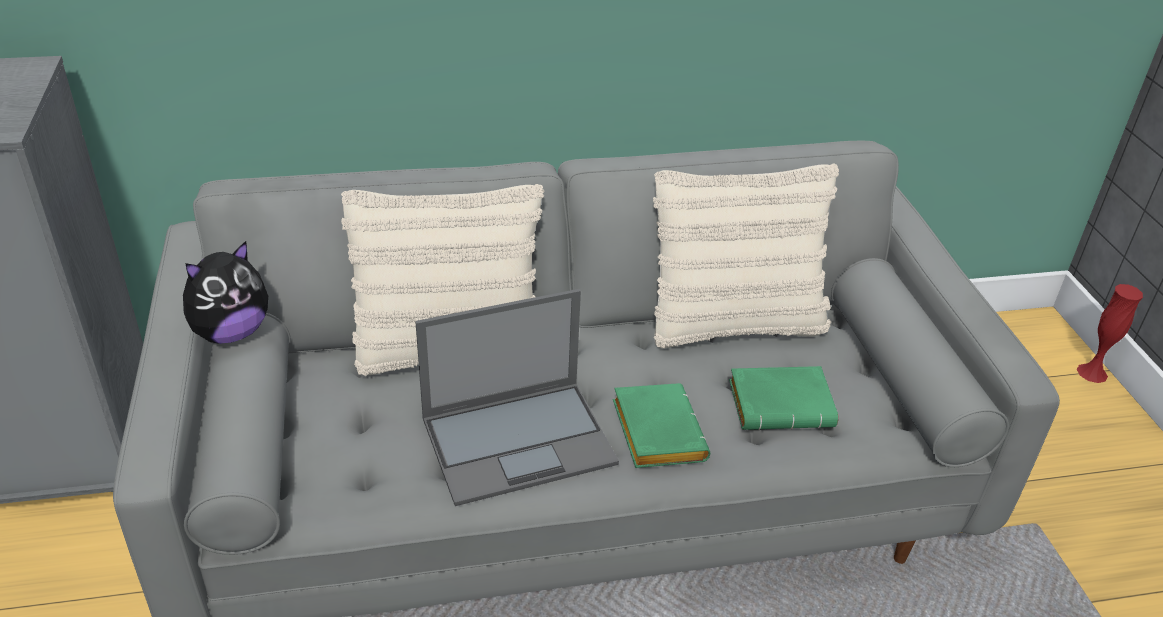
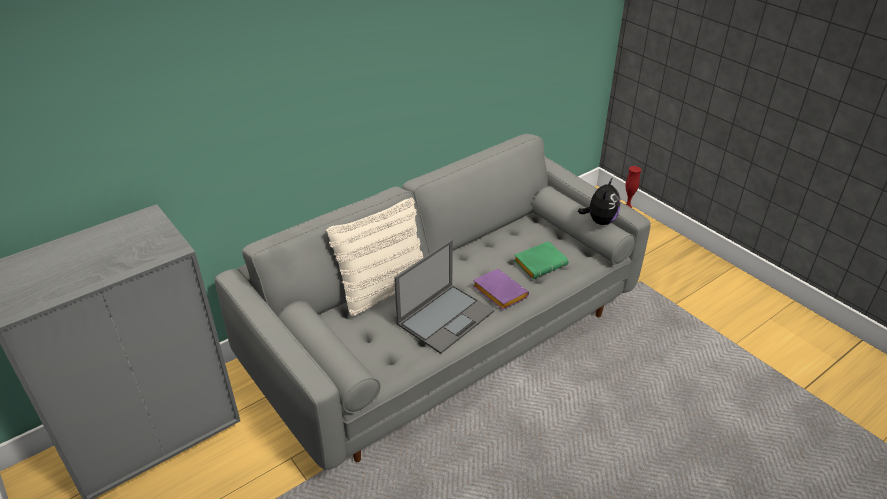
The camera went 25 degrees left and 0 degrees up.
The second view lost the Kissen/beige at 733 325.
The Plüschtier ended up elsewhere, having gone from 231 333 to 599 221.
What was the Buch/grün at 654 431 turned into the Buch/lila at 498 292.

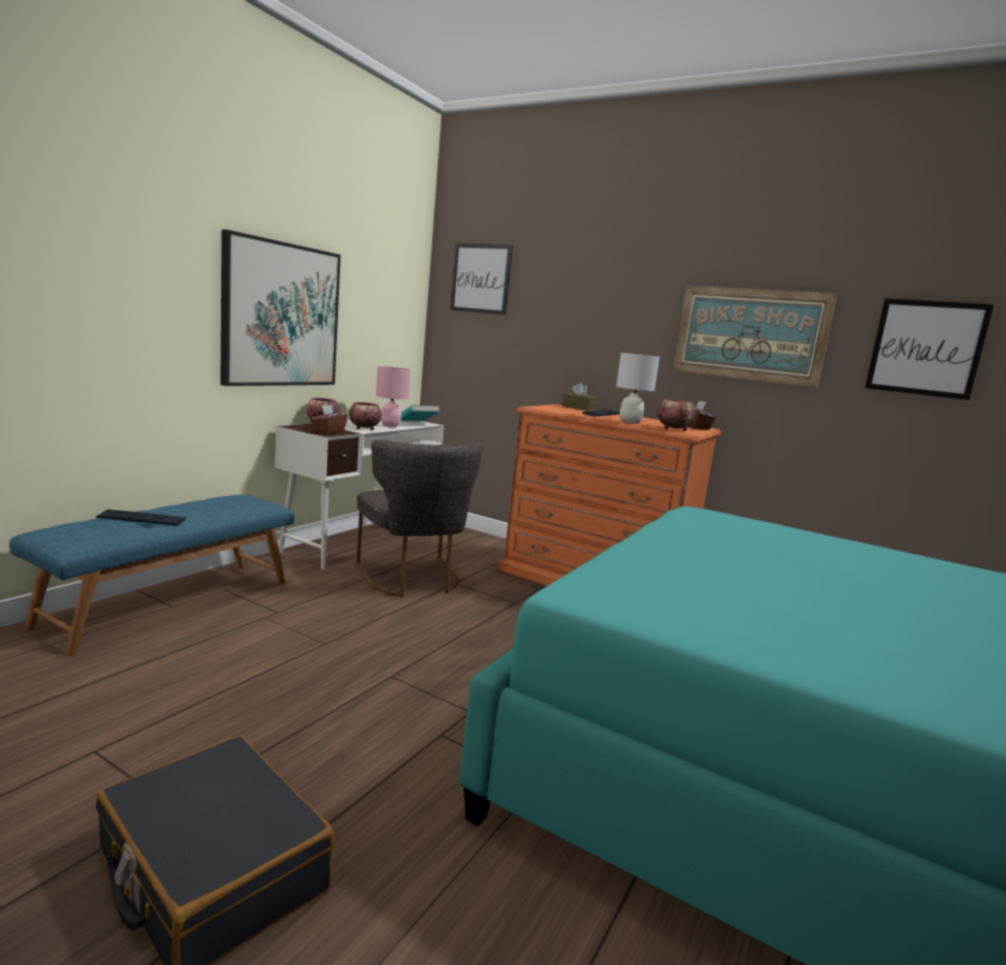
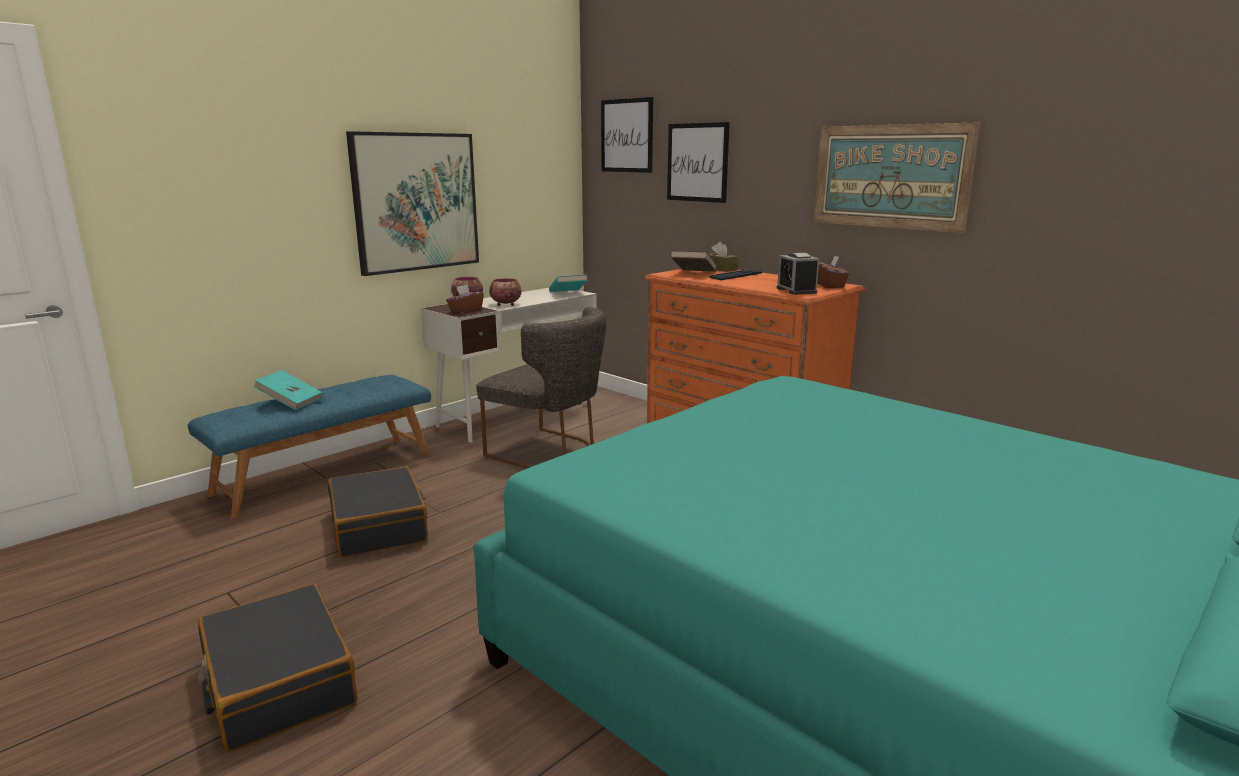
The camera went 15 degrees right and 5 degrees up.
The Bild ended up elsewhere, having gone from 926 348 to 697 162.
The second view lost the Tischlampe/grau at 630 422.
The second view lost the Tischlampe/rosa at 390 426.
Where the Schüssel stood at 674 429, the Wecker came to stand at 796 290.
The Stuhl/grau at 412 580 ended up facing another way, 45 degrees counterclockwise from before.
Where the Tastatur stood at 141 519, the Buch/türkis came to stand at 290 402.
The second view gained the Buch/braun at 693 273.
The second view gained the Koffer/schwarz at 379 526.

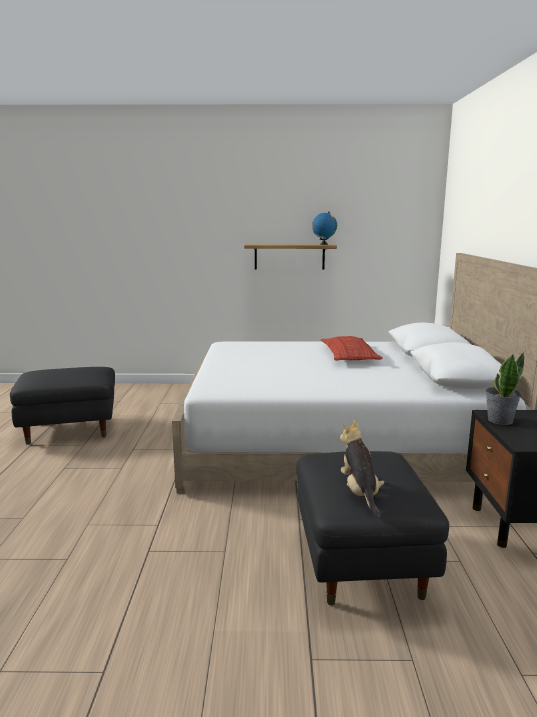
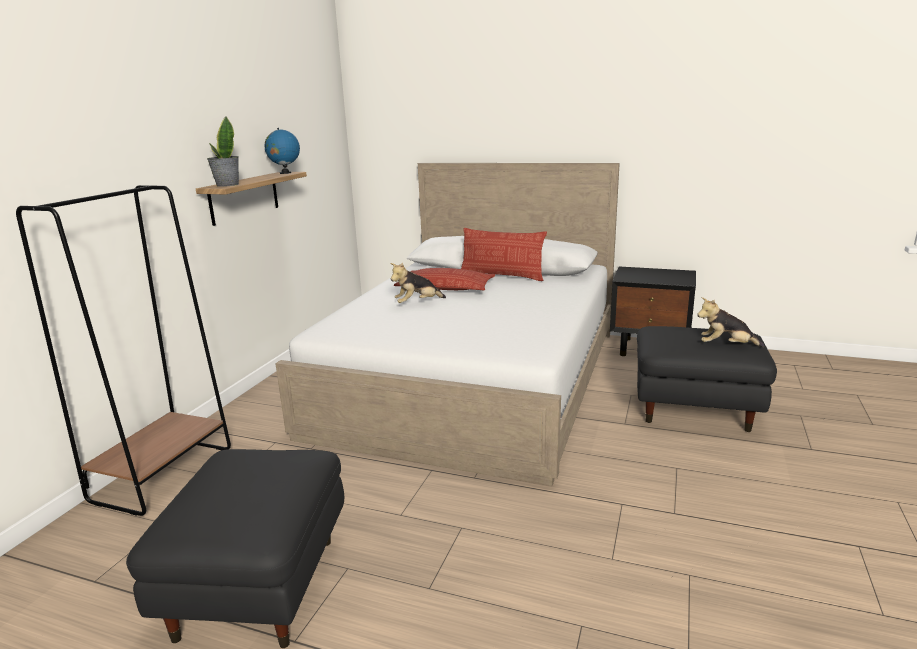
The camera went 70 degrees left and 5 degrees up.
The Topfpflanze ended up elsewhere, having gone from 499 420 to 227 185.
The second view gained the Kleiderständer at 163 475.
The second view gained the Kissen at 502 276.
The second view gained the Plüschtier at 417 303.

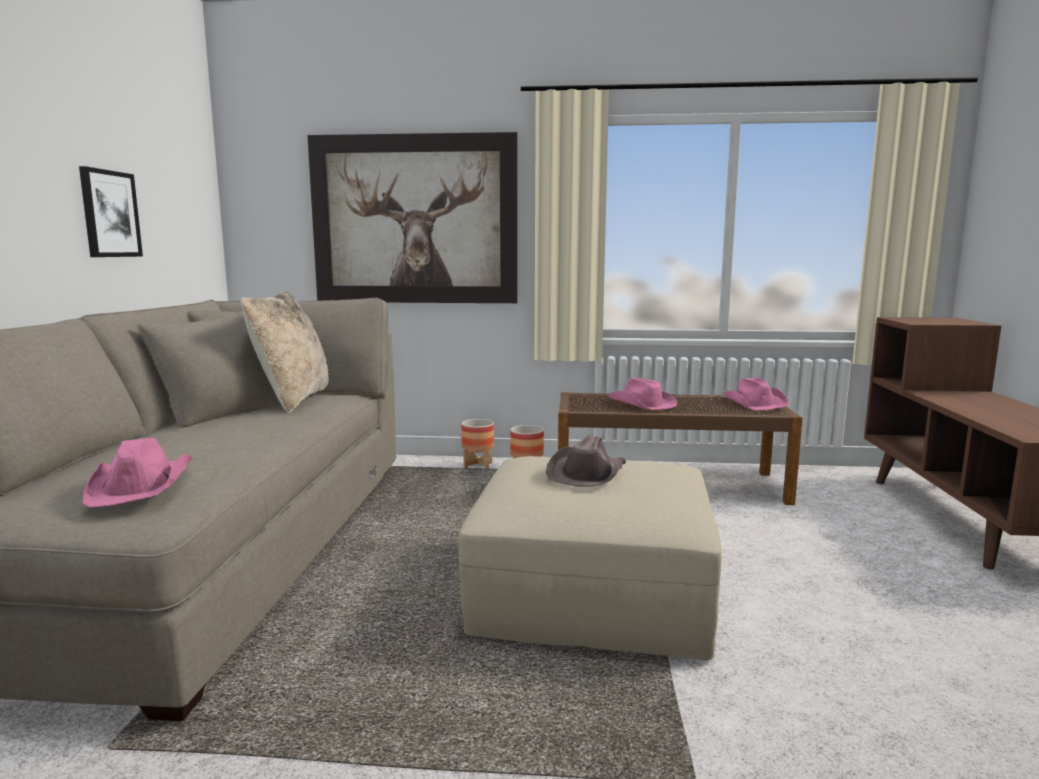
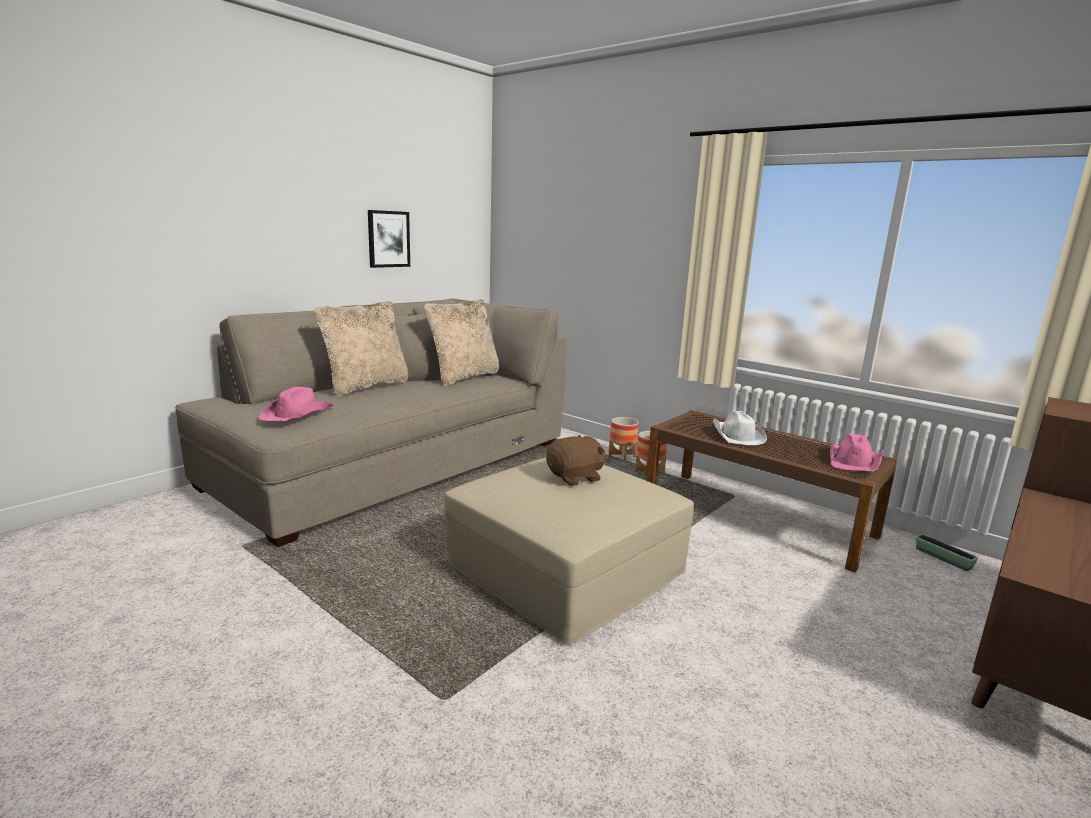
The camera went 35 degrees right and 5 degrees up.
The second view lost the Bild at 414 220.
What was the Hut/rosa at 641 404 turned into the Hut/weiß at 736 436.
Where the Hut/braun stood at 586 473, the Plüschtier/braun came to stand at 575 477.
The second view gained the Kissen/beige at 367 387.
The second view gained the Pflanzkübel at 943 559.

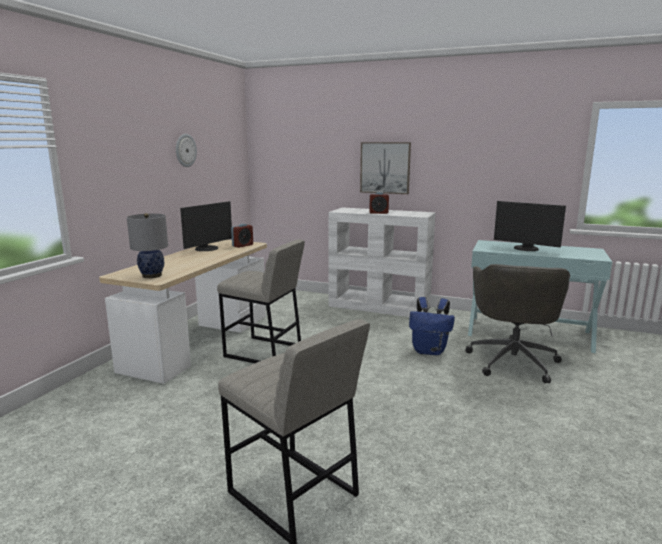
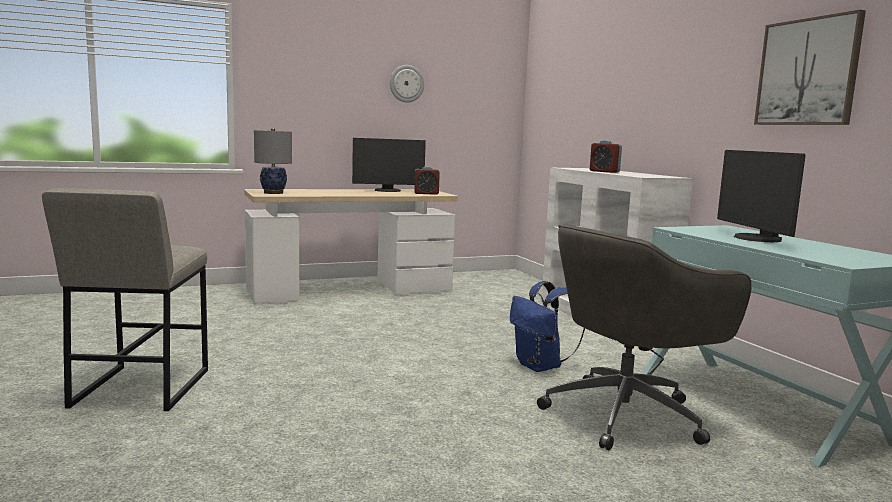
The camera went 45 degrees right and 5 degrees down.
The Bild ended up elsewhere, having gone from 385 167 to 807 72.
The second view lost the Stuhl/grau at 265 352.

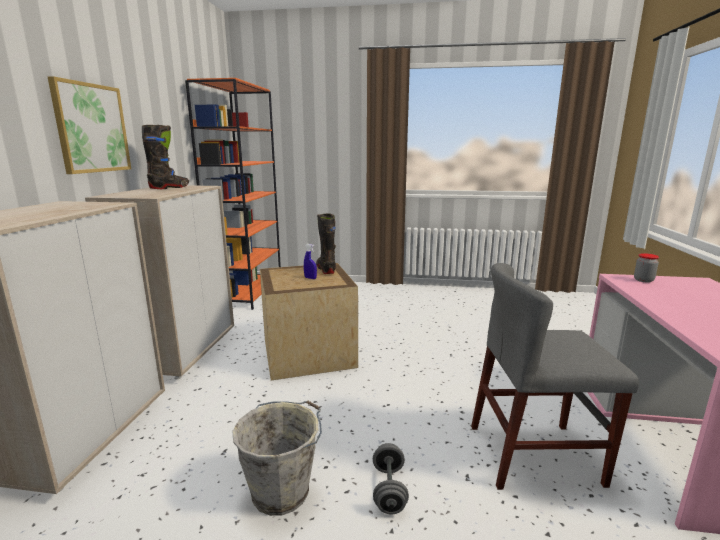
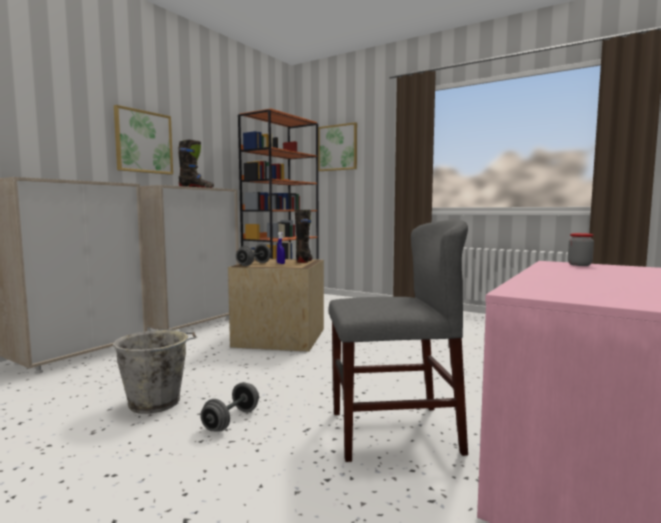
The camera went 25 degrees right and 10 degrees down.
The Stuhl/grau at 534 454 ended up facing another way, 150 degrees clockwise from before.
The second view gained the Bild at 337 147.
The second view gained the Hantel/grau at 254 264.

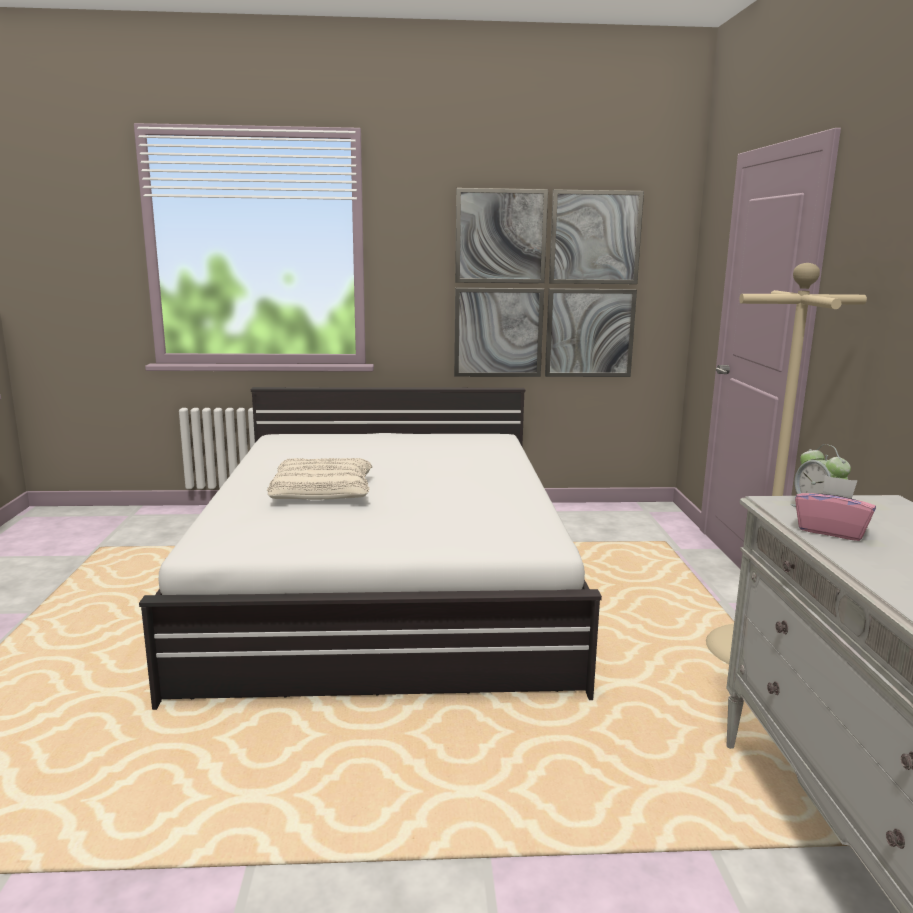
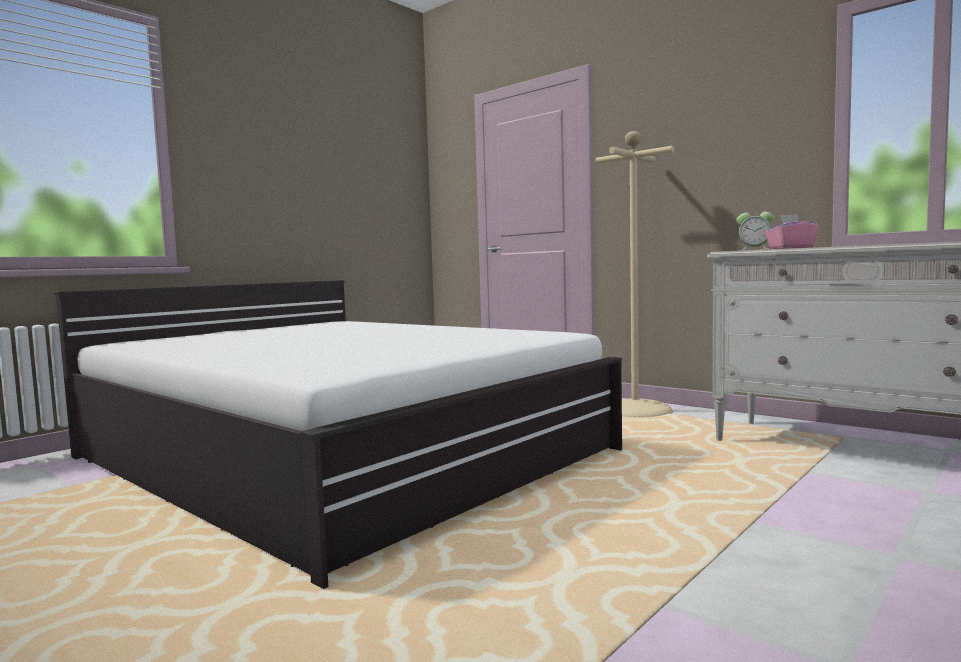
The camera went 45 degrees left and 10 degrees down.
The second view lost the Bild at 546 285.
The second view lost the Kissen/beige at 322 492.

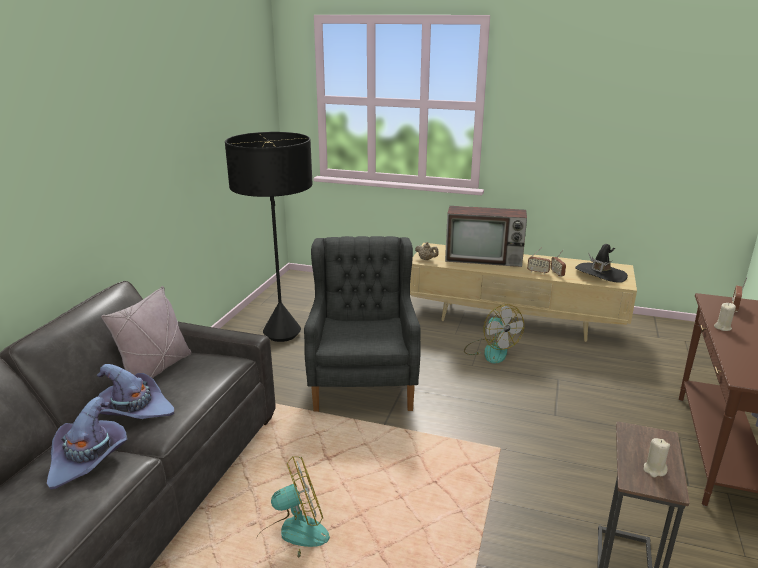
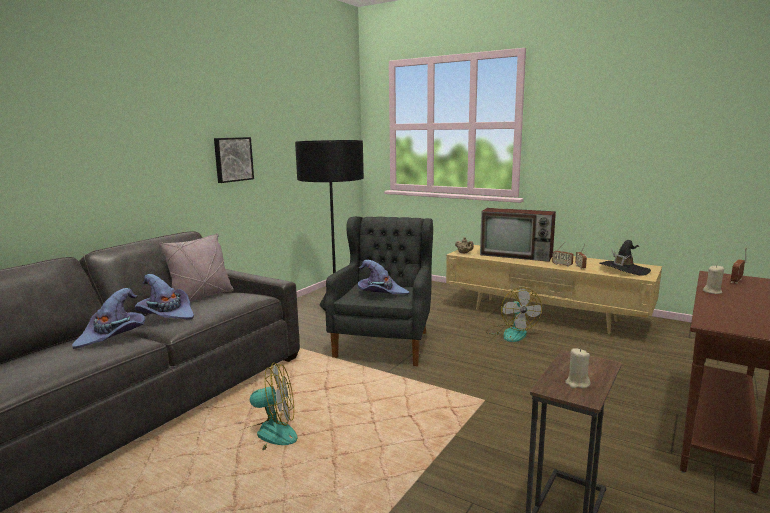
The camera went 15 degrees right and 10 degrees down.
The second view gained the Bild at 233 159.
The second view gained the Hut/lila at 381 293.

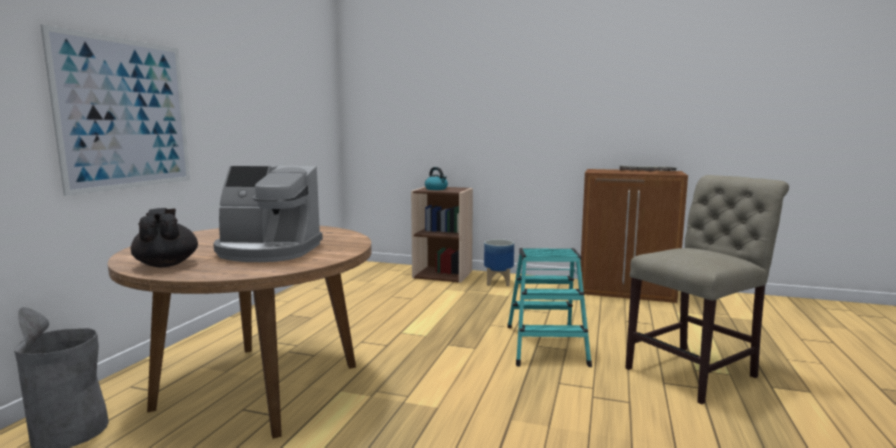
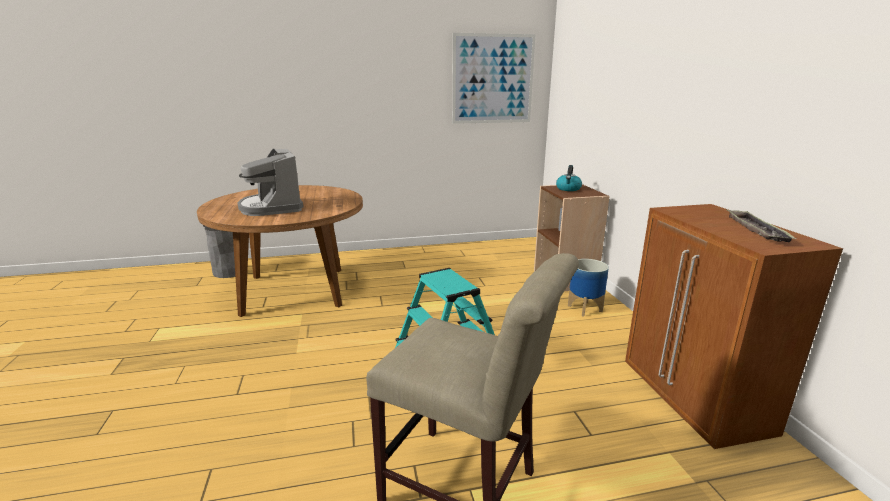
The camera went 60 degrees right and 10 degrees up.
The Bild ended up elsewhere, having gone from 126 114 to 493 79.
The second view lost the Teekanne/schwarz at 166 264.

